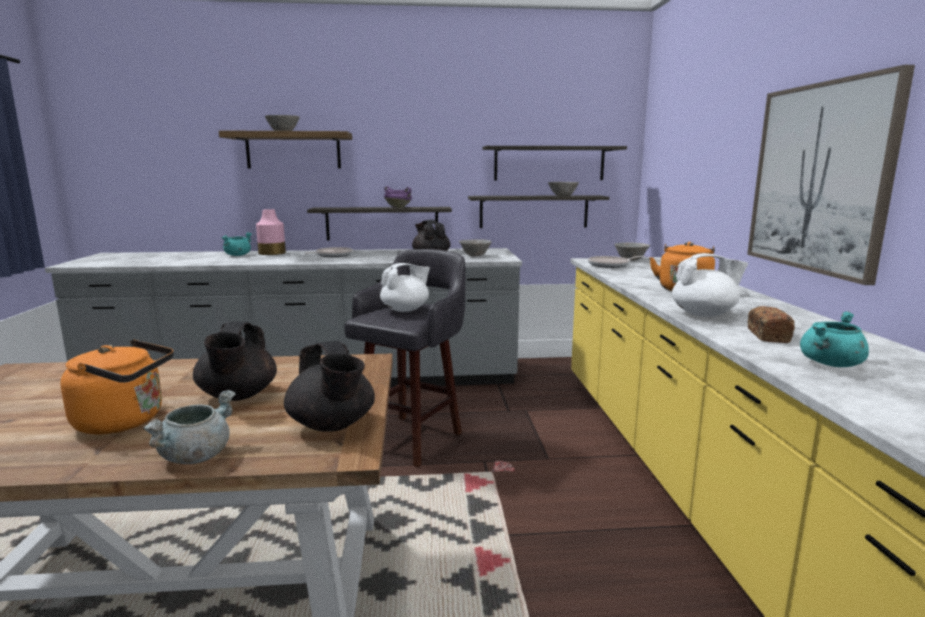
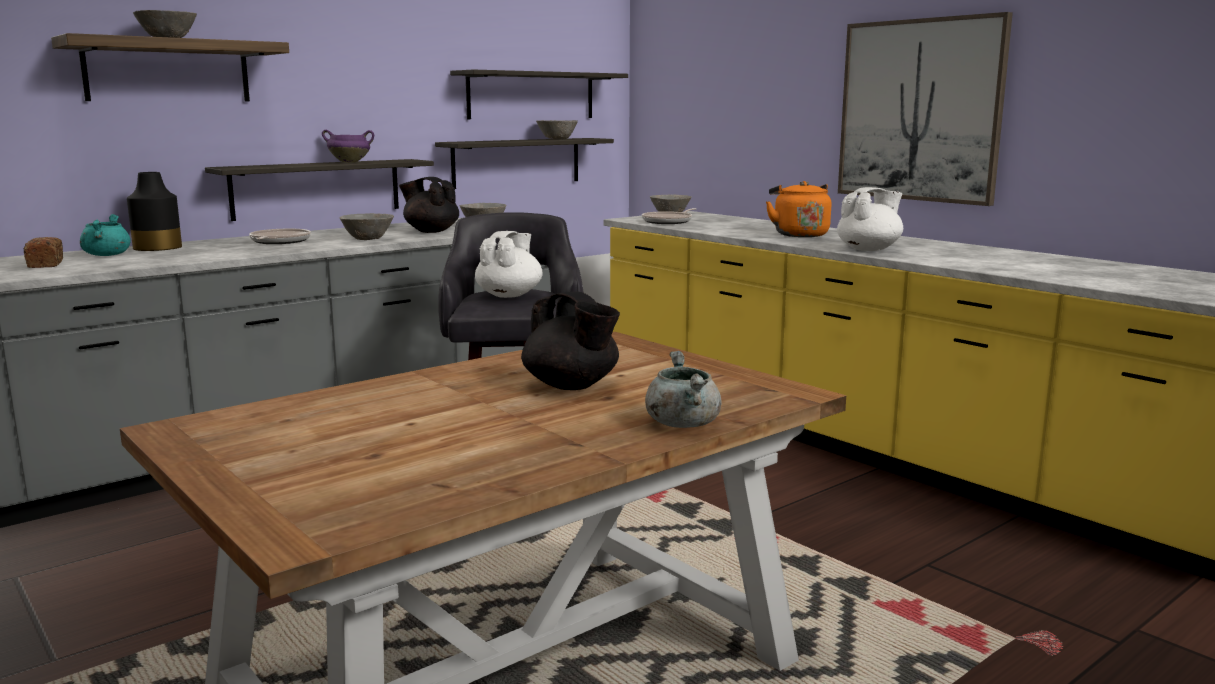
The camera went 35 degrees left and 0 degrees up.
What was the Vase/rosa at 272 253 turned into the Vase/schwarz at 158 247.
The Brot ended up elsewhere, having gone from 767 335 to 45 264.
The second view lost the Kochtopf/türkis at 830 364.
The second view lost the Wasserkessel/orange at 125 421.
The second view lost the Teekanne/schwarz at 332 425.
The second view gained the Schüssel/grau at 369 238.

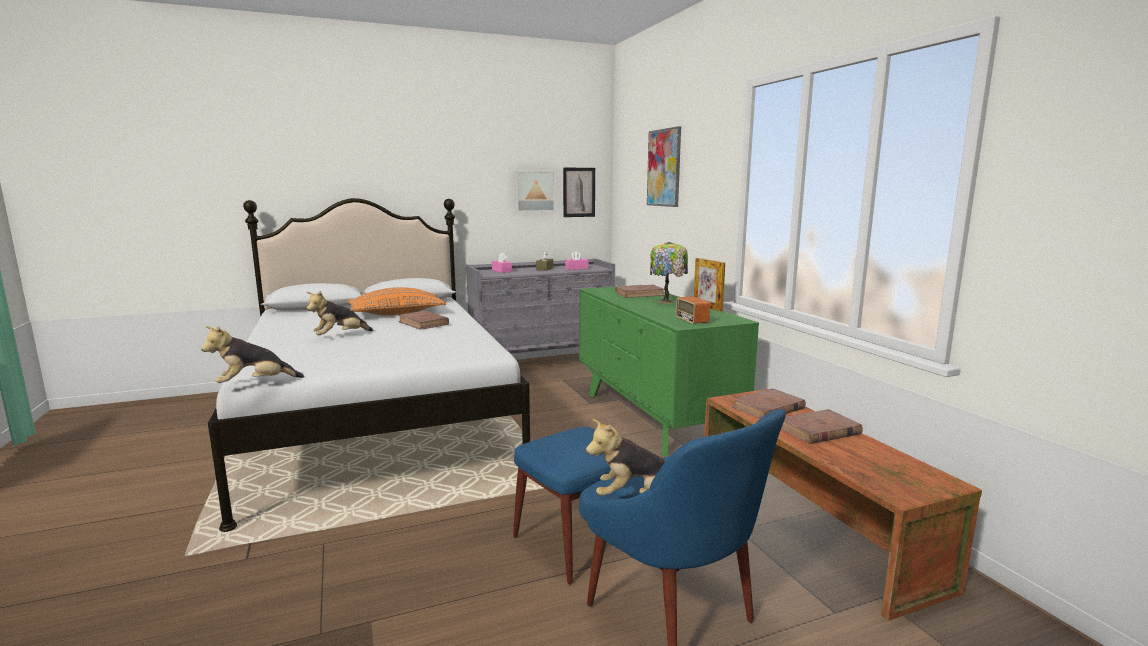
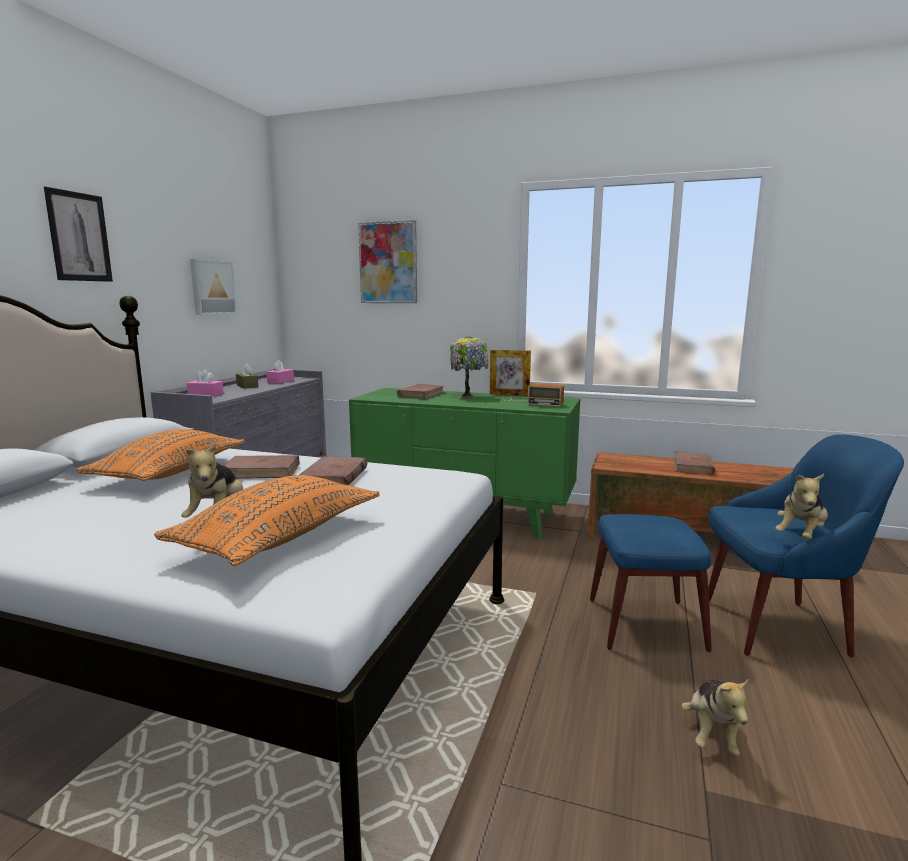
The camera went 50 degrees left and 0 degrees up.
The Bild ended up elsewhere, having gone from 579 192 to 79 237.
The Plüschtier ended up elsewhere, having gone from 254 384 to 711 733.
The Buch/braun ended up elsewhere, having gone from 768 408 to 334 476.
The second view gained the Kissen/orange at 279 537.

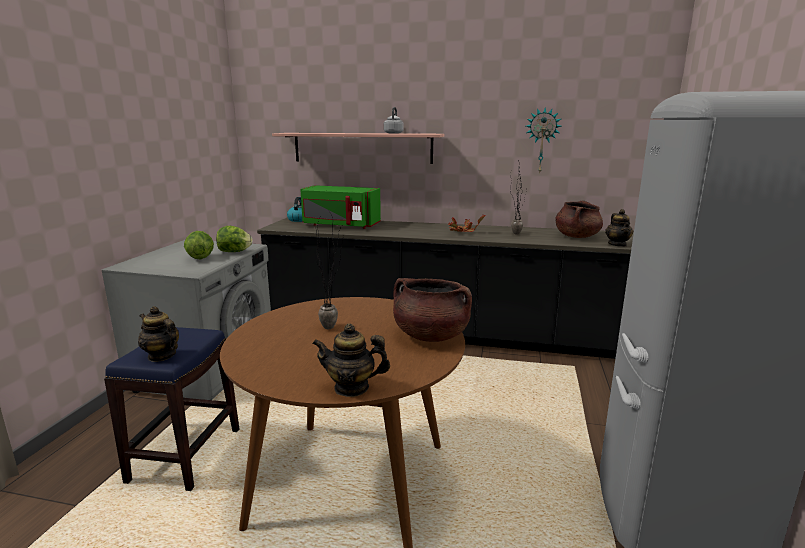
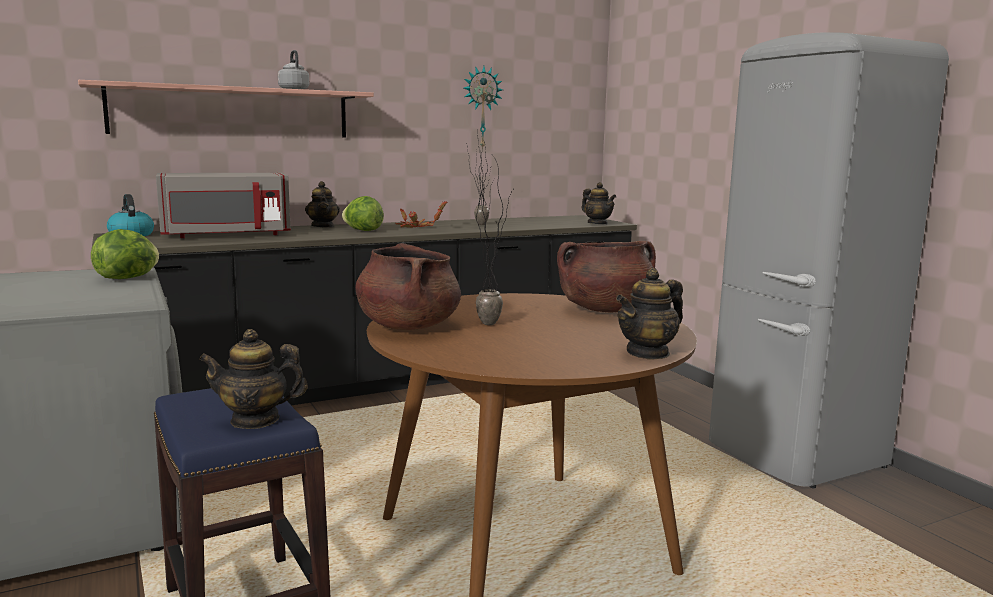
The camera went 40 degrees left and 5 degrees down.
What was the Mikrowelle/grün at 340 225 turned into the Mikrowelle/grau at 226 235.
The Kochtopf/braun ended up elsewhere, having gone from 577 236 to 408 326.
The Salatkopf ended up elsewhere, having gone from 200 258 to 363 230.
The second view gained the Teekanne at 323 226.

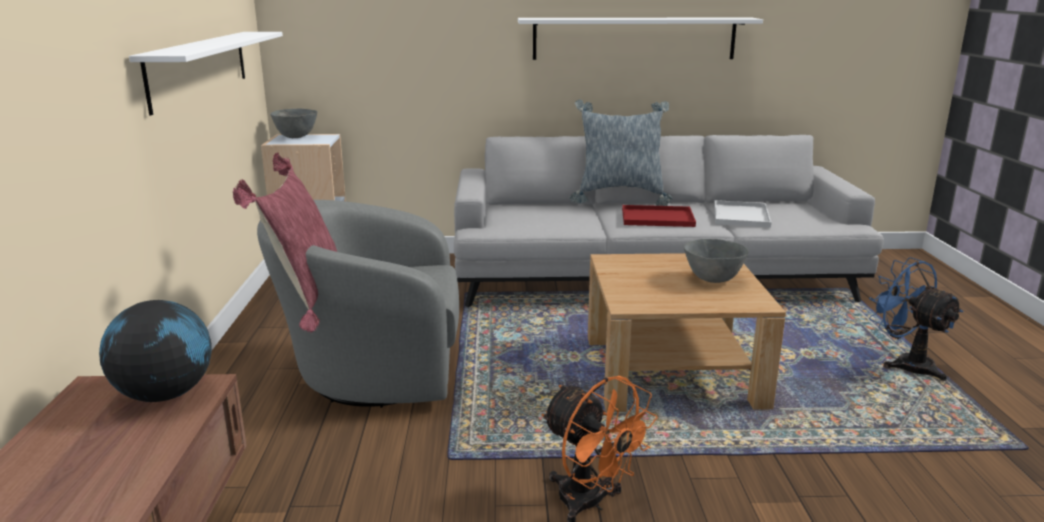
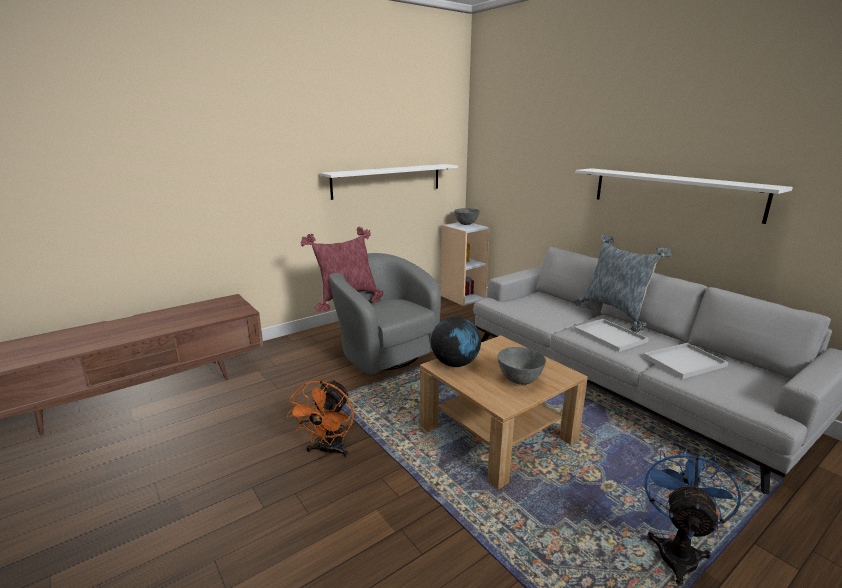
The camera went 55 degrees right and 0 degrees up.
What was the Tablett/rot at 659 217 turned into the Tablett/weiß at 611 336.
The Globus ended up elsewhere, having gone from 165 395 to 455 364.

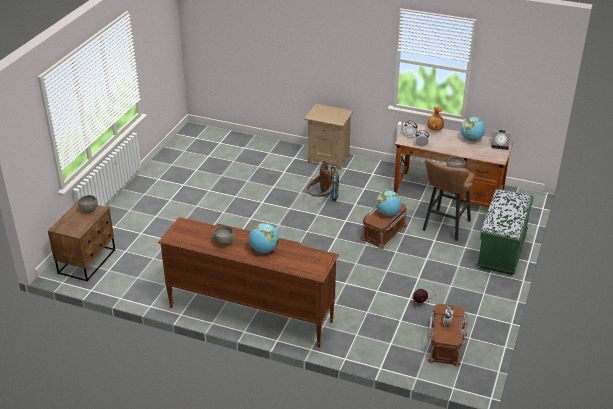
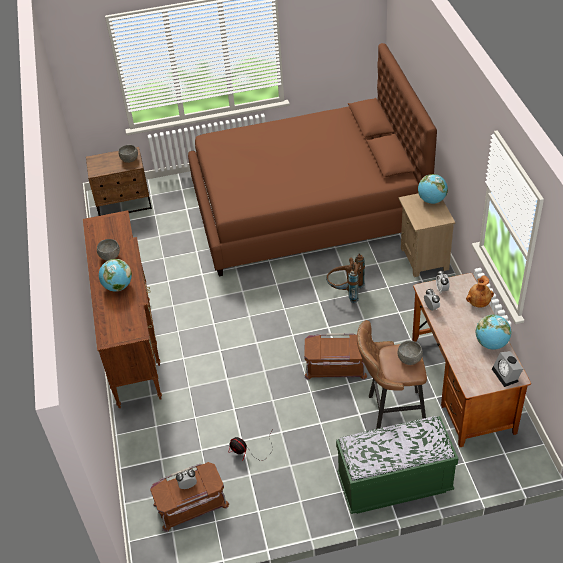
The camera went 60 degrees right and 10 degrees up.
The Globus ended up elsewhere, having gone from 388 213 to 431 200.
The second view gained the Bett/braun at 307 207.

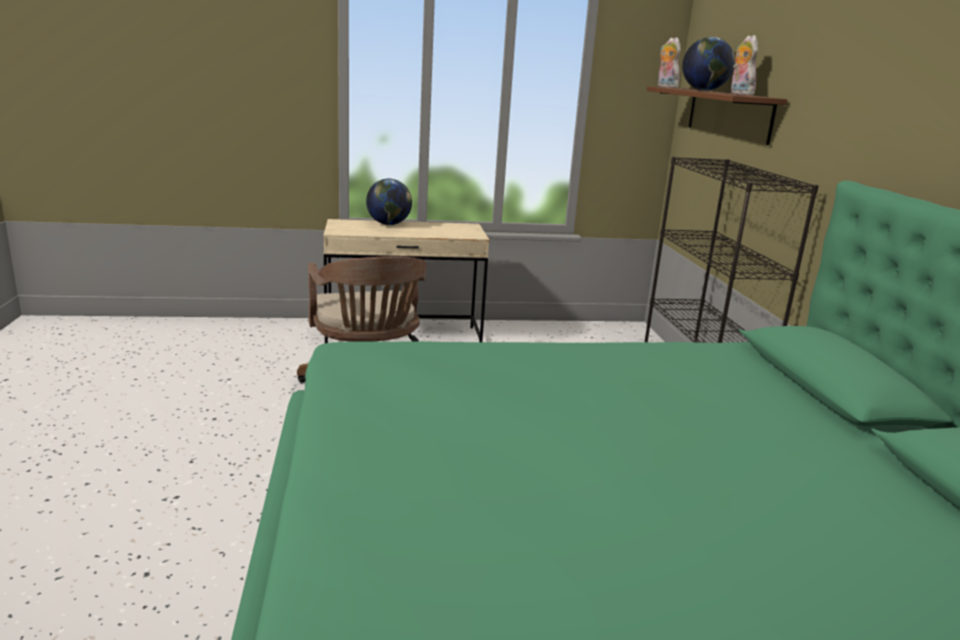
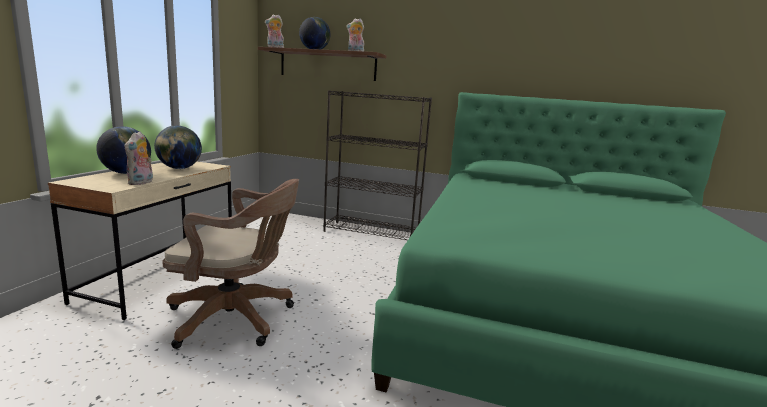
The camera went 65 degrees left and 5 degrees down.
The second view gained the Globus at 179 168.
The second view gained the Plüschtier at 141 183.

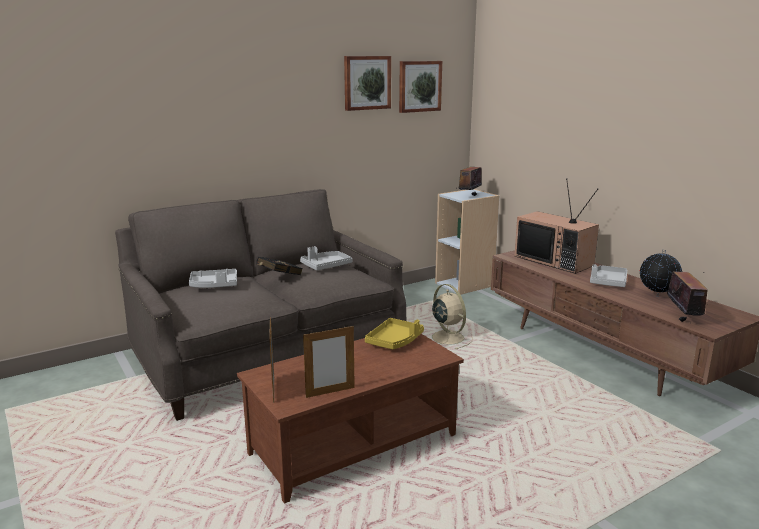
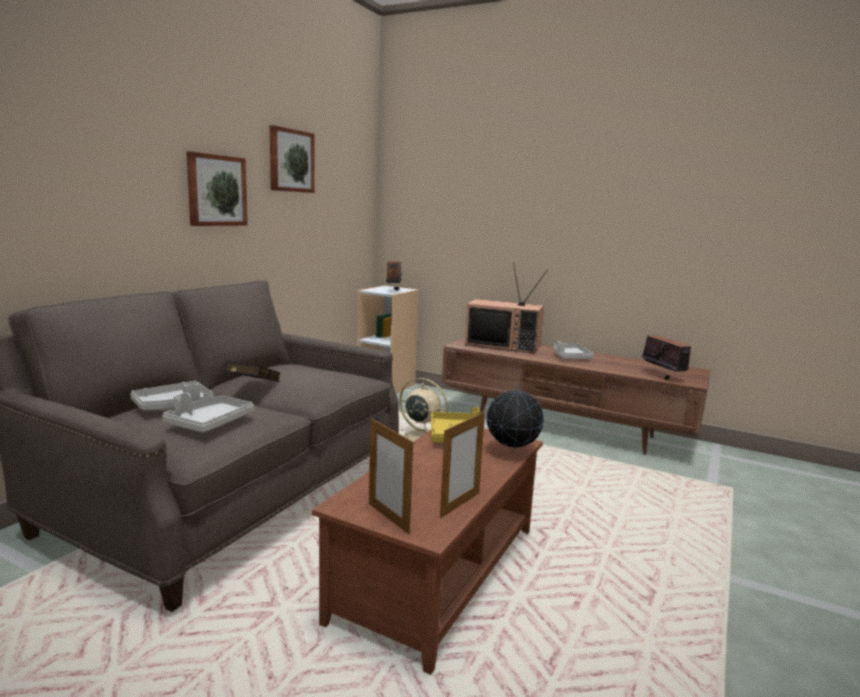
The camera went 30 degrees left and 5 degrees down.
The Bild ended up elsewhere, having gone from 419 86 to 216 190.
The Tablett/grau ended up elsewhere, having gone from 326 266 to 209 423.
The Globus ended up elsewhere, having gone from 657 296 to 512 452.

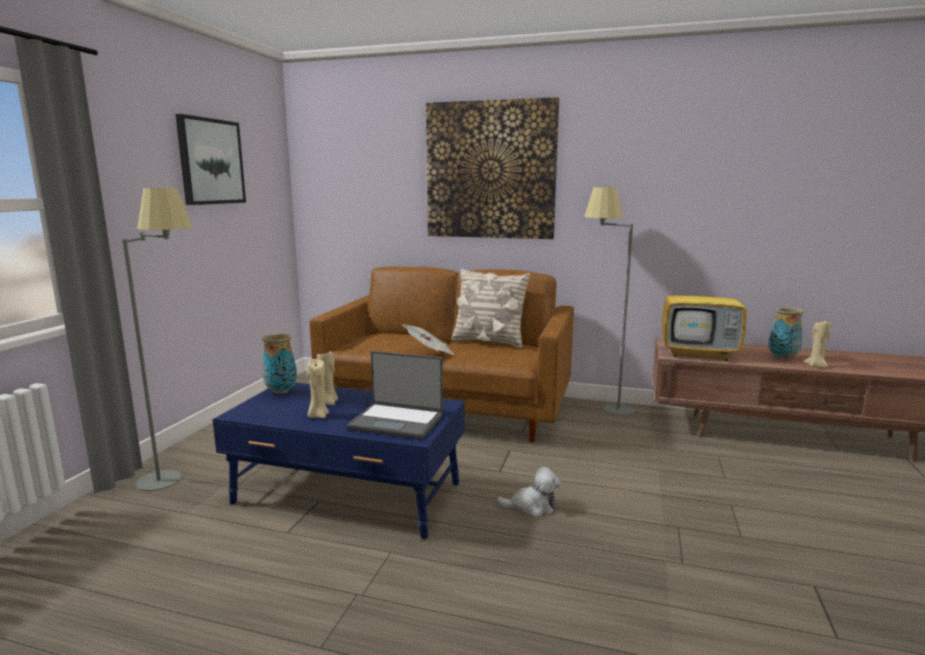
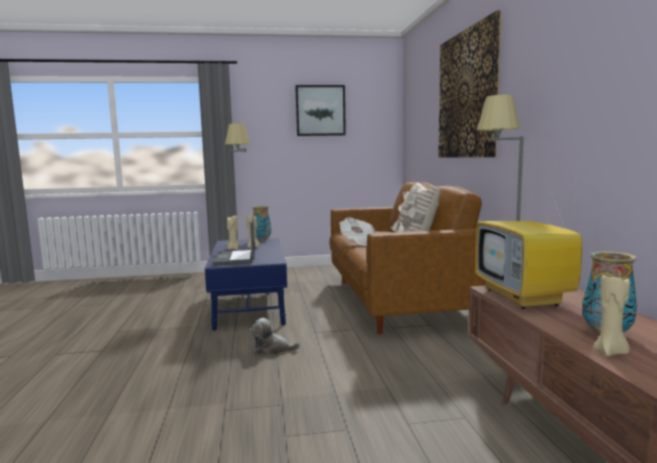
The camera went 65 degrees right and 5 degrees down.
The Plüschtier at 532 506 ended up facing another way, 120 degrees clockwise from before.

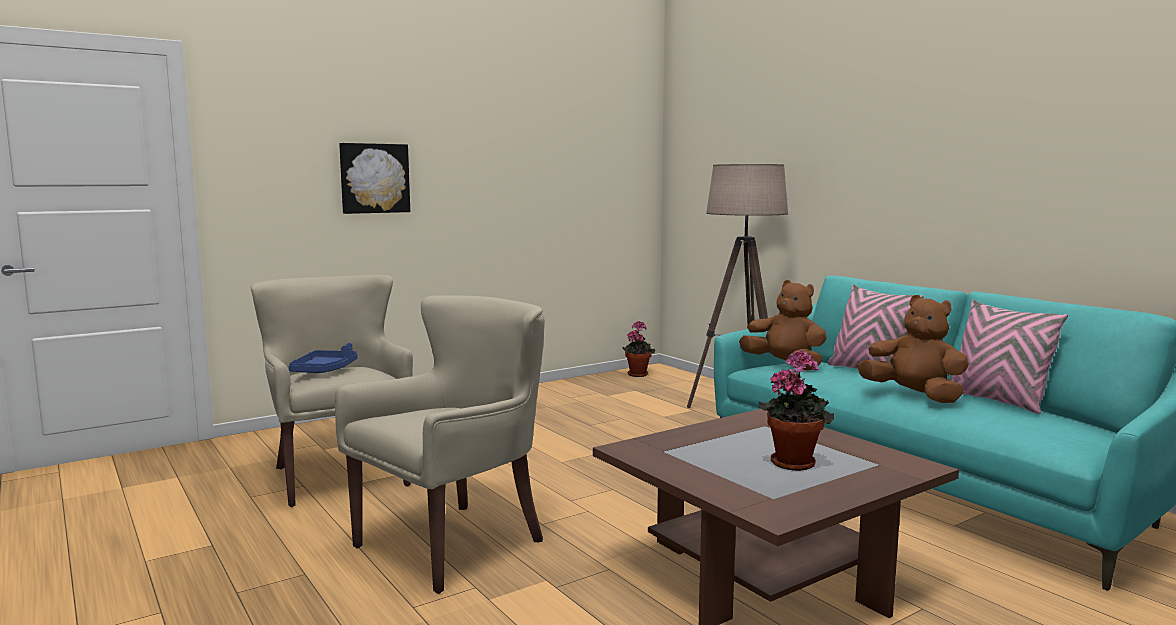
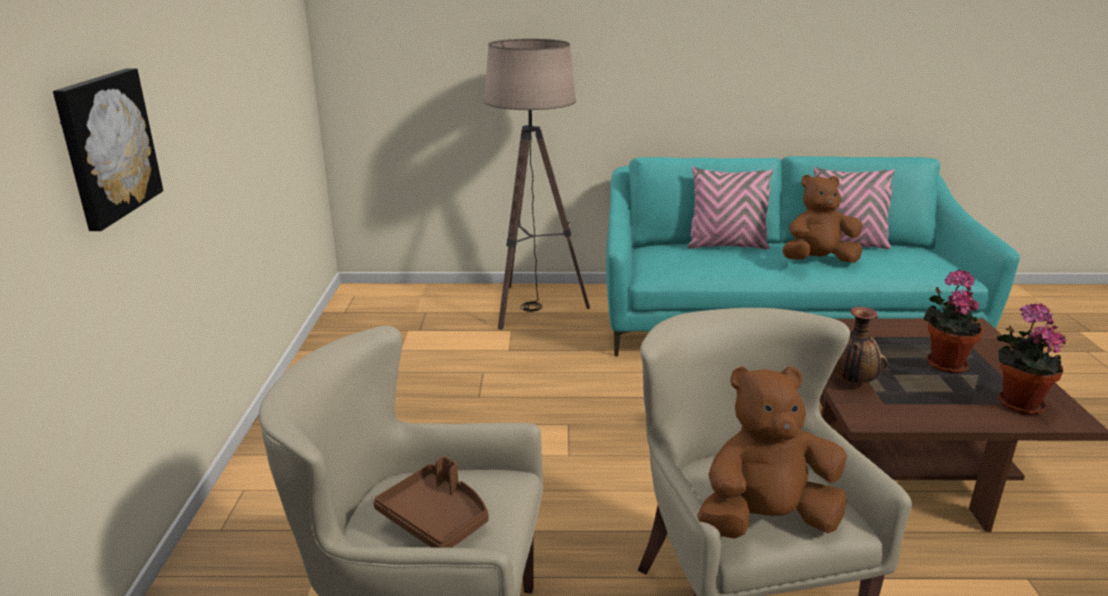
The camera went 55 degrees left and 15 degrees up.
The Plüschtier/braun ended up elsewhere, having gone from 785 365 to 765 521.
The Topfpflanze ended up elsewhere, having gone from 638 374 to 1016 403.
What was the Tablett/blau at 325 370 turned into the Tablett/braun at 436 518.
The second view gained the Vase at 851 382.

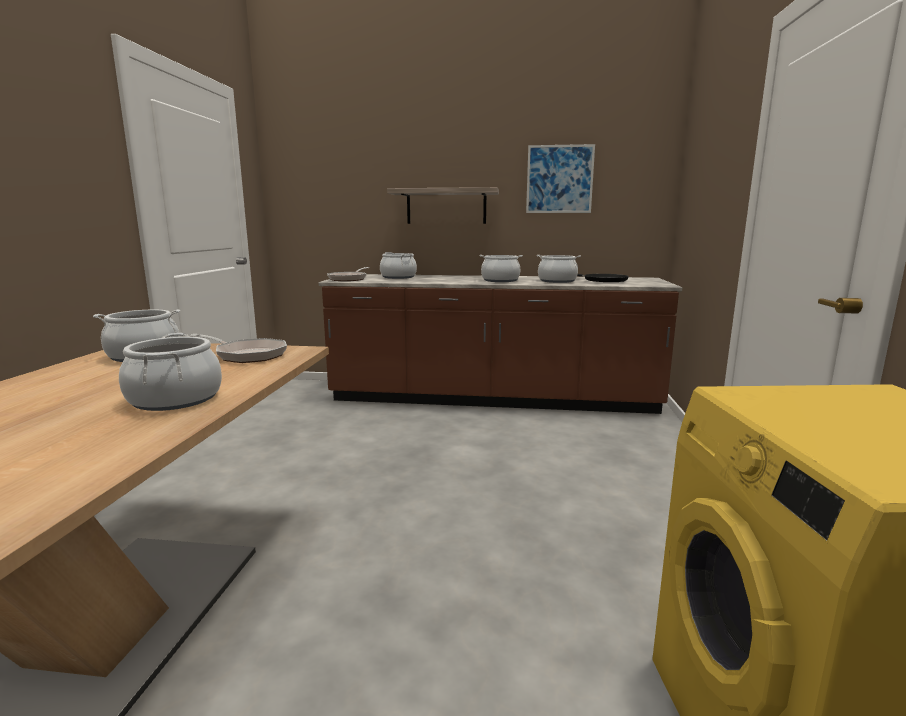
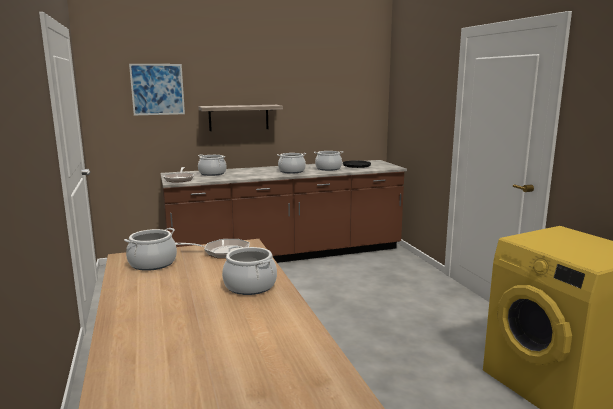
The camera went 25 degrees left and 0 degrees up.
The Bild ended up elsewhere, having gone from 559 179 to 157 89.

